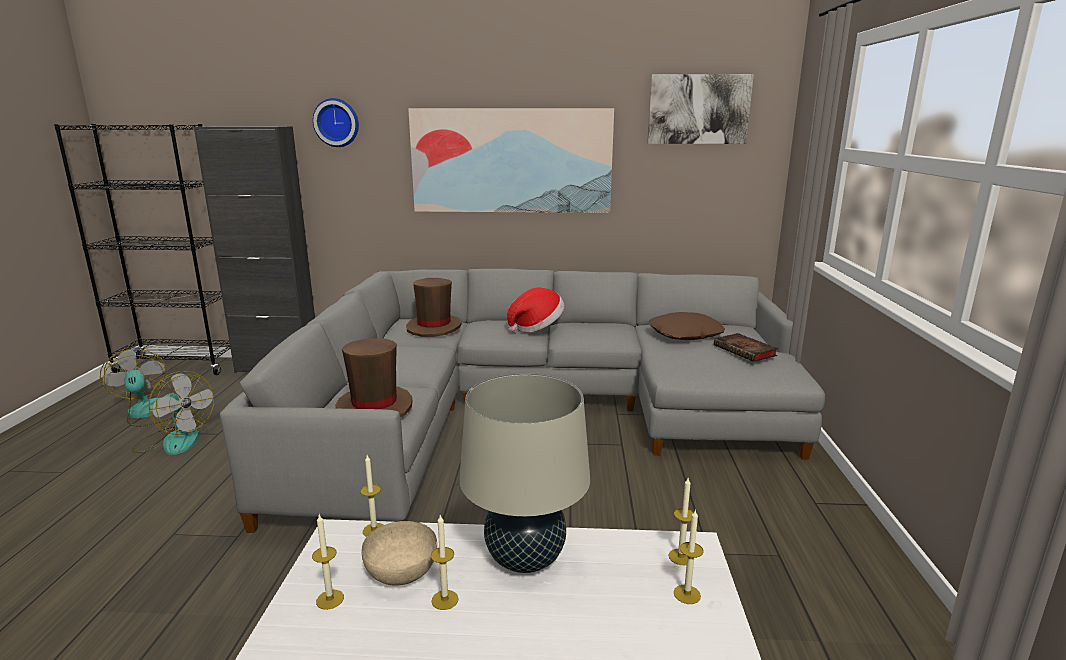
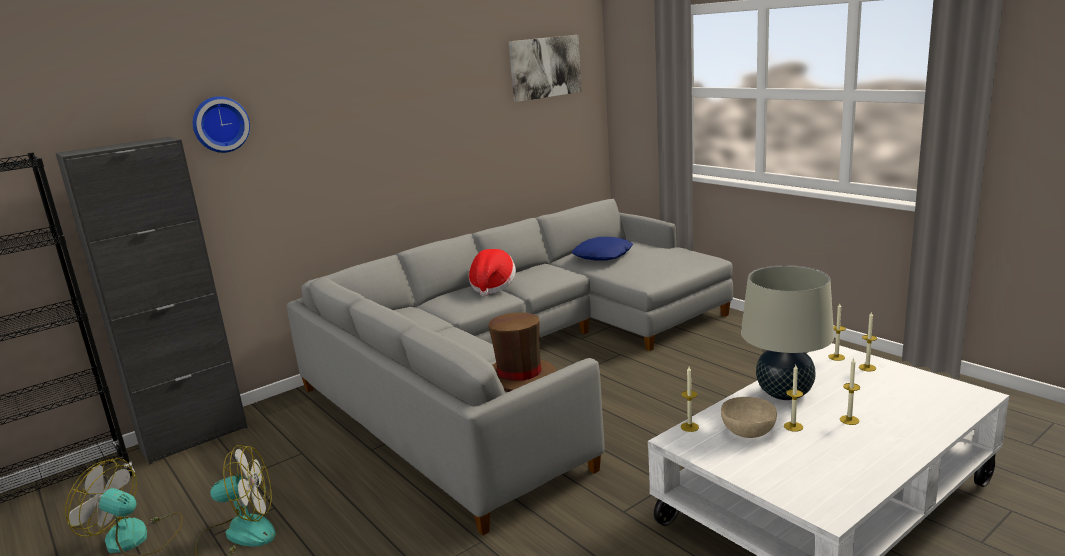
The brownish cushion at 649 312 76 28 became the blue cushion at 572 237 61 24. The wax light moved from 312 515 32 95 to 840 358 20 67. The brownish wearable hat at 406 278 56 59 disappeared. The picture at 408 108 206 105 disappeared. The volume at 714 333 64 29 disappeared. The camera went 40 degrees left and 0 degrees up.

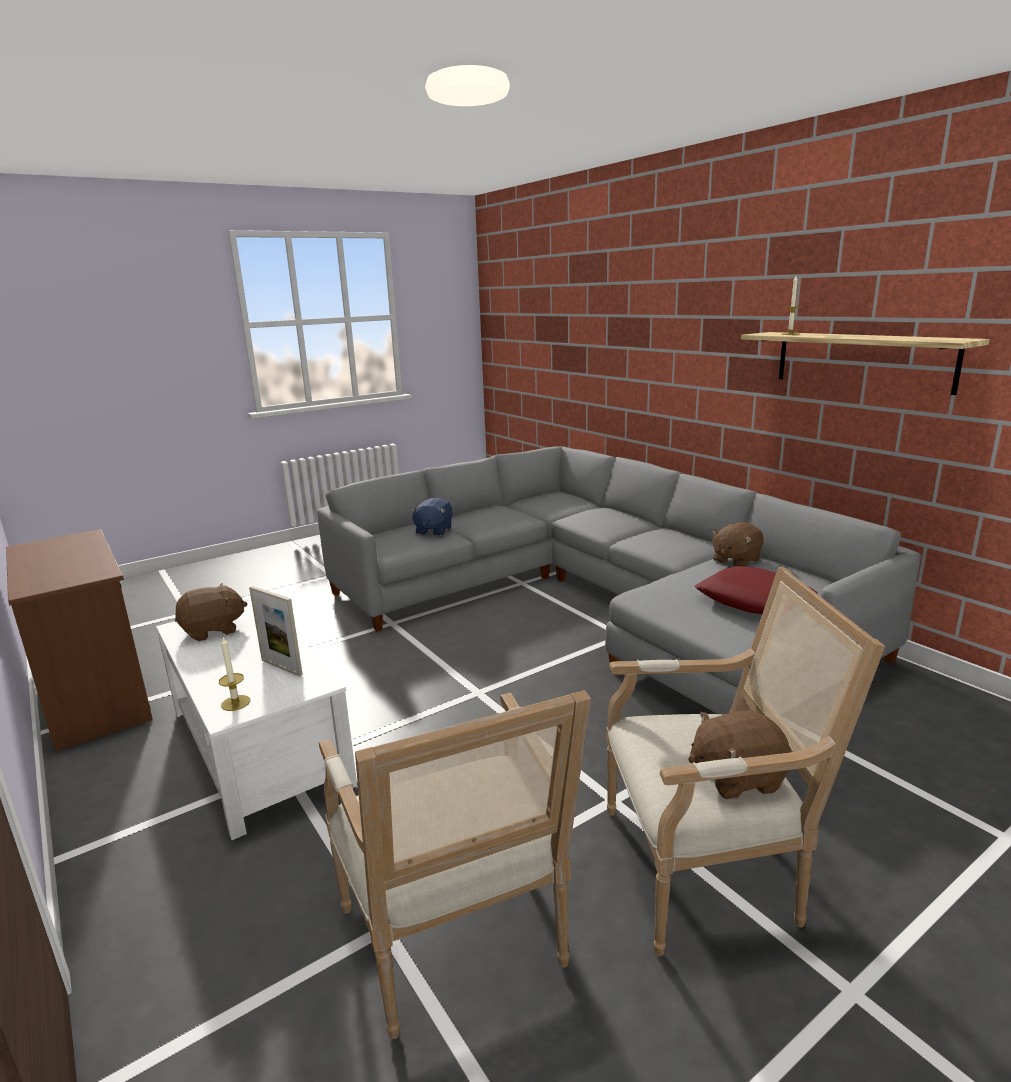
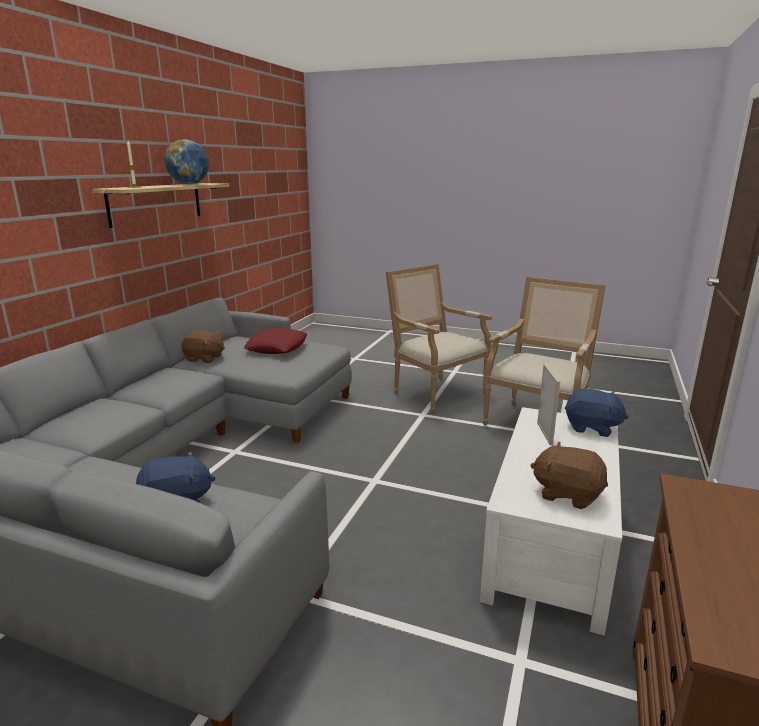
The desk globe at 164 139 45 46 appeared. The wax light at 219 637 31 74 was replaced by the blue cuddly toy at 565 388 64 49. The brownish cuddly toy at 688 710 104 90 disappeared. The camera went 125 degrees left and 0 degrees up.

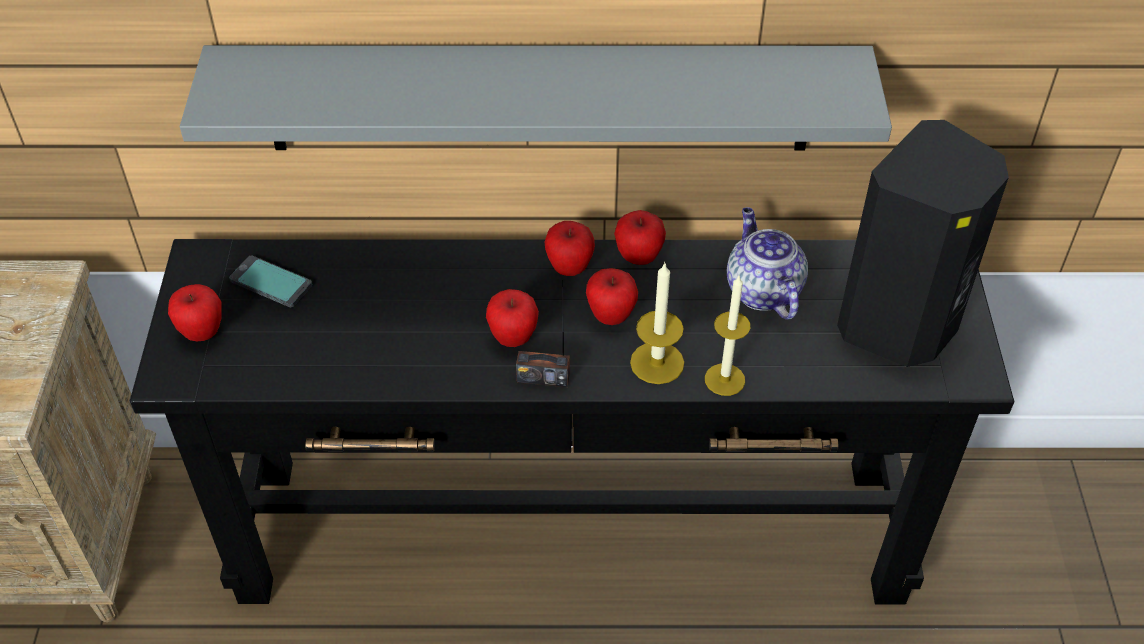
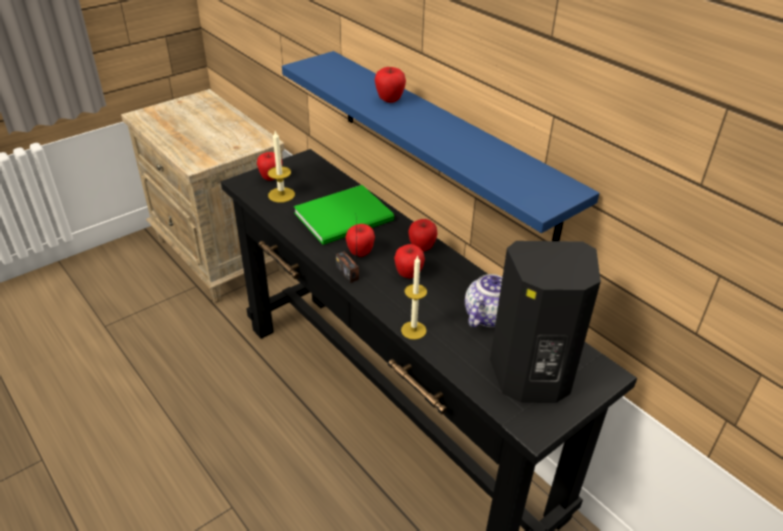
The wax light moved from 630 262 54 122 to 268 131 27 72. The grey shelf at 180 45 712 105 became the blue shelf at 282 51 318 190. The green-coloured volume at 294 185 100 60 appeared. The apple fruit moved from 614 210 52 55 to 374 67 32 36. The handset at 229 255 83 52 disappeared. The camera went 50 degrees right and 10 degrees down.

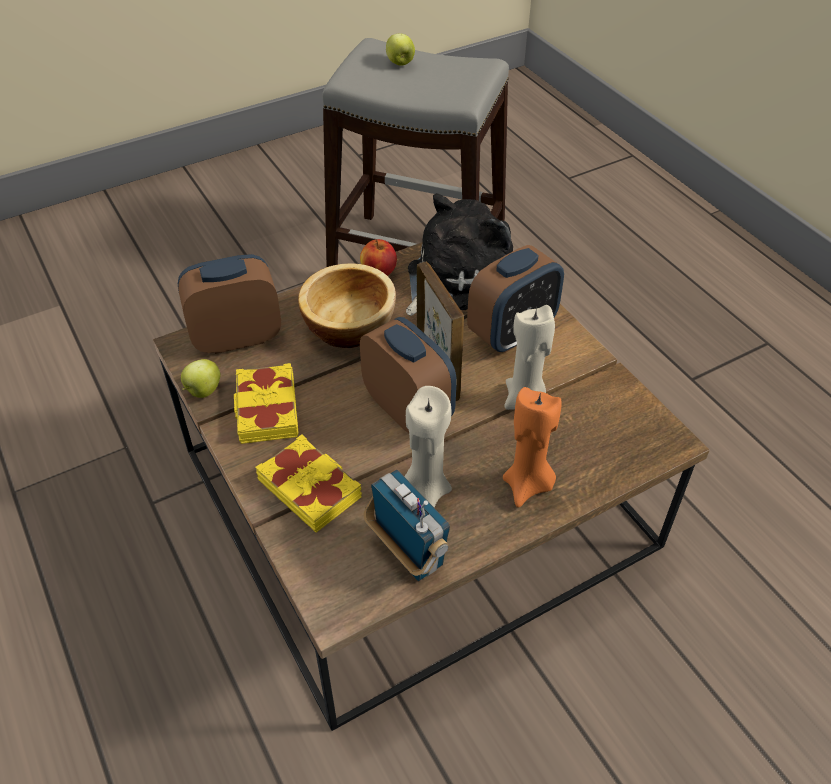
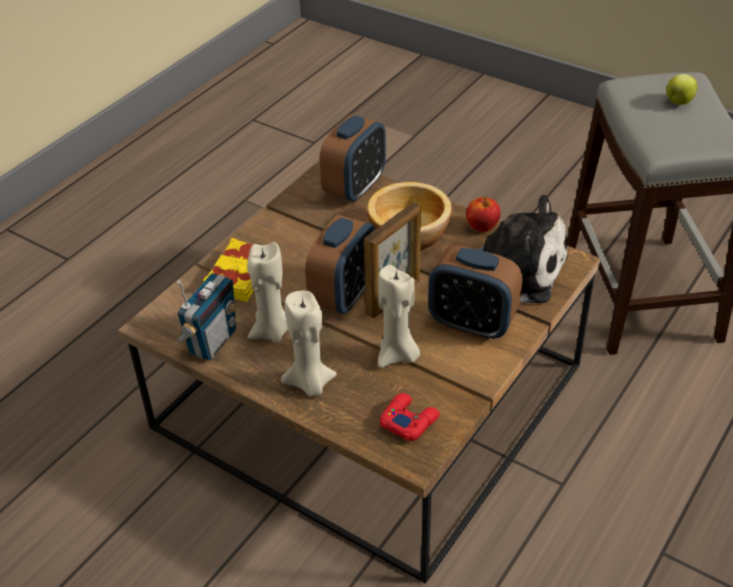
The orangey wax light at 503 387 59 121 became the sand-coloured wax light at 281 290 56 106. The alarm clock at 178 254 103 100 turned 75 degrees clockwise. The reddish joypad at 380 393 60 48 appeared. The apple fruit at 181 359 40 39 disappeared. The yellow volume at 234 363 65 81 disappeared. The camera went 65 degrees right and 5 degrees down.

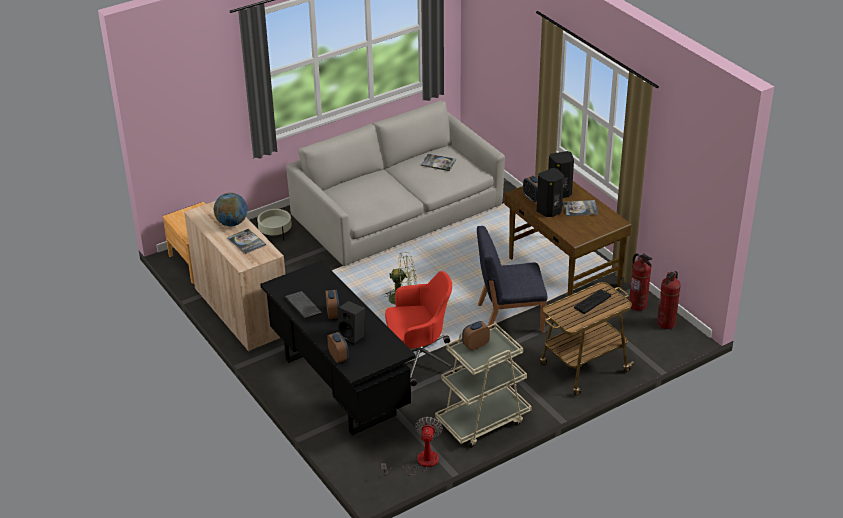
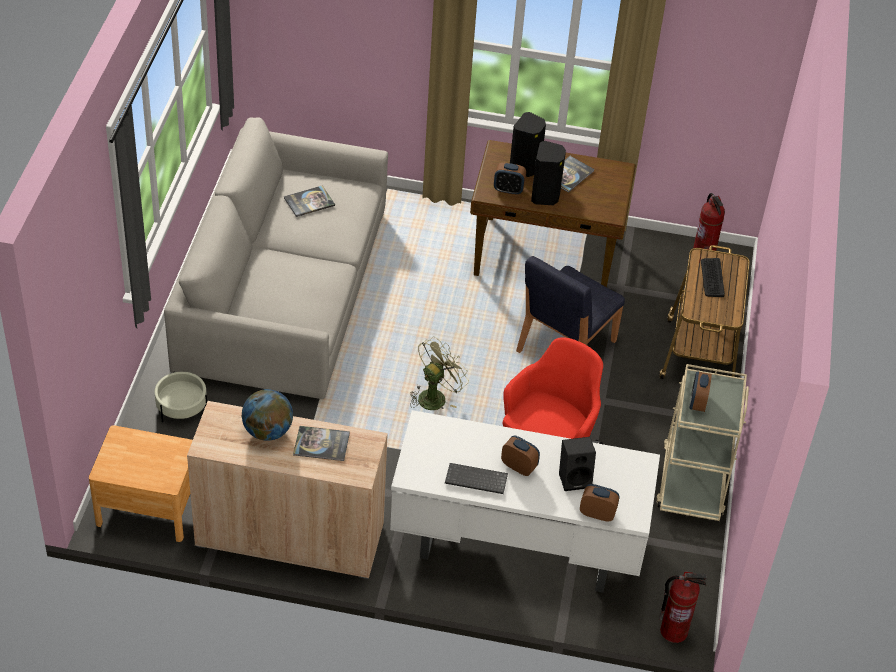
The black desk table at 260 260 156 176 became the white desk table at 390 410 270 183. The fire extinguisher moved from 629 253 23 58 to 659 572 48 71. The fan at 381 417 62 59 disappeared. The camera went 50 degrees left and 10 degrees up.

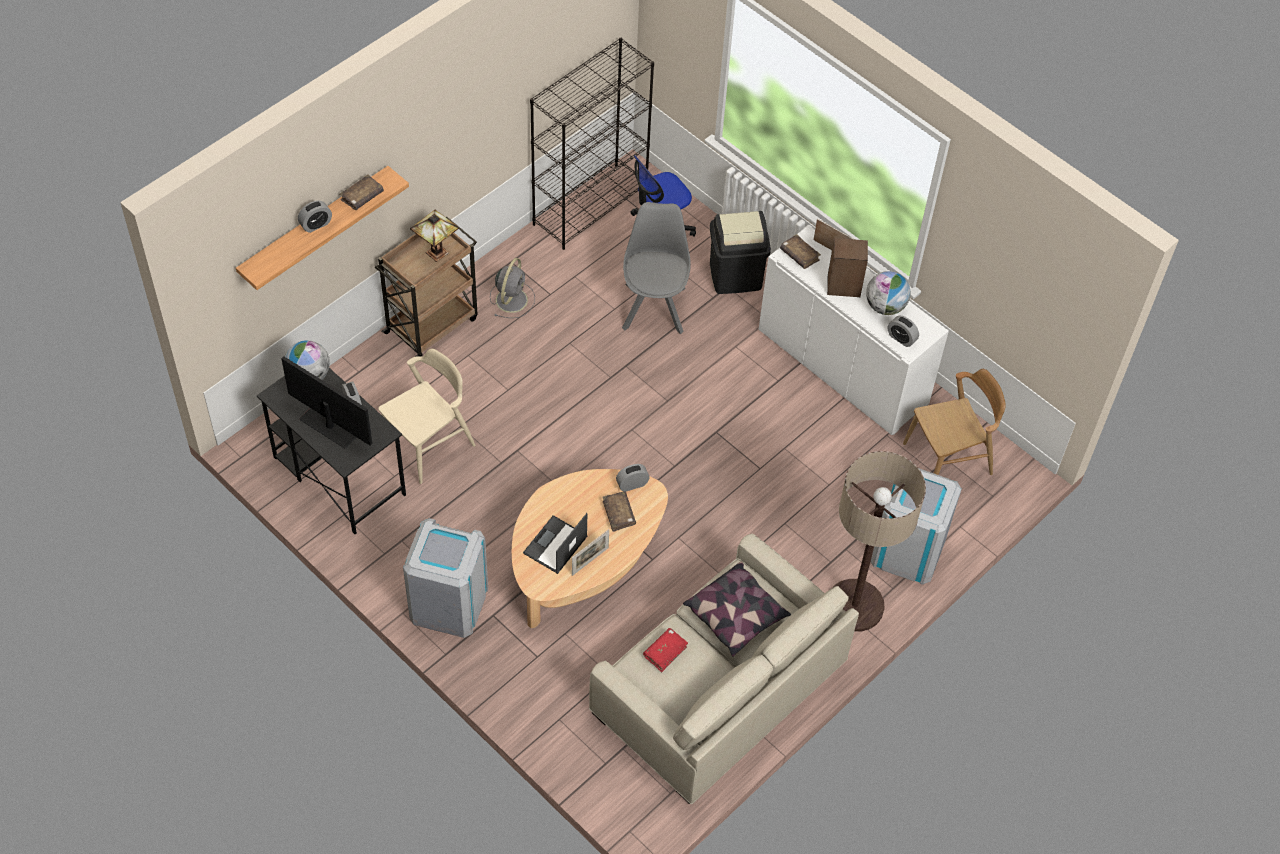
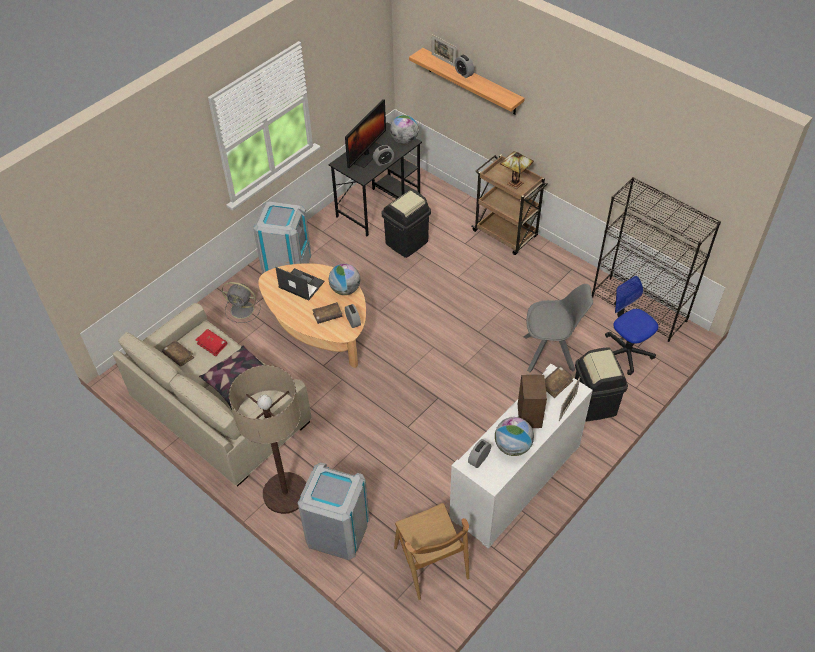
The brownish volume moved from 339 174 45 36 to 162 340 32 27. The grey fan moved from 490 258 45 60 to 222 282 39 41. The desk globe at 329 264 31 31 appeared. The sand-coloured chair at 378 349 98 135 was replaced by the black rubbish bin at 382 190 49 68. The photo frame moved from 572 529 37 47 to 432 35 25 32. The camera went 90 degrees right and 5 degrees down.

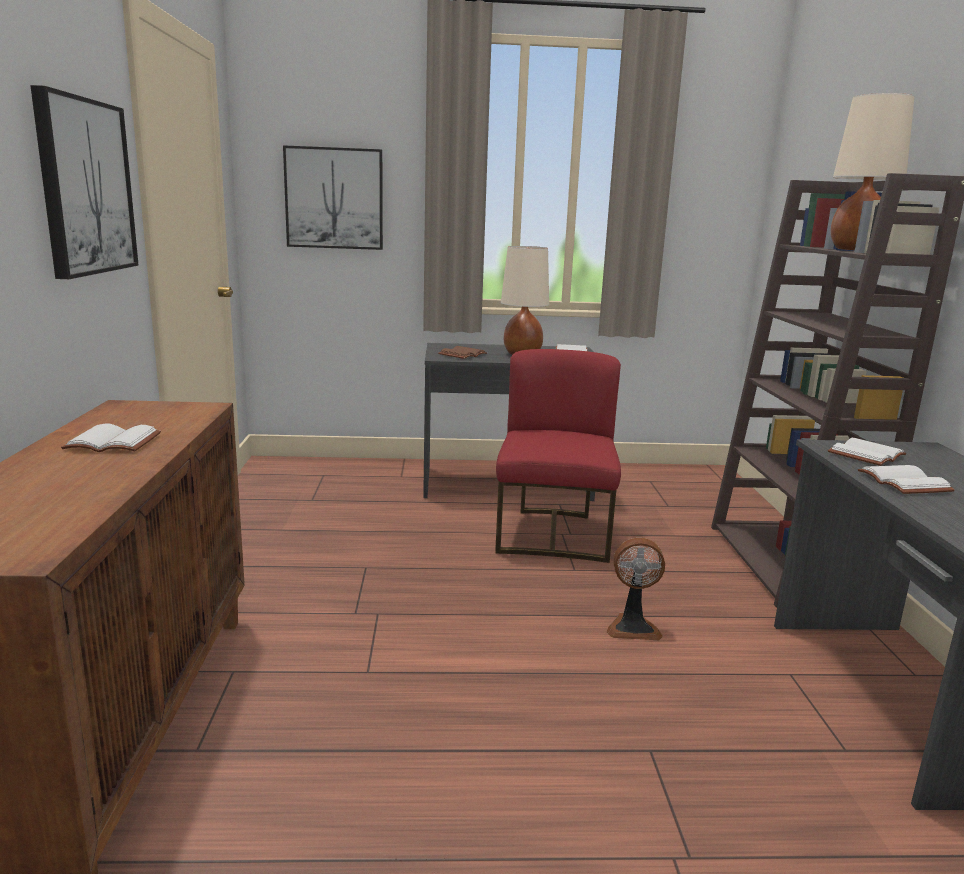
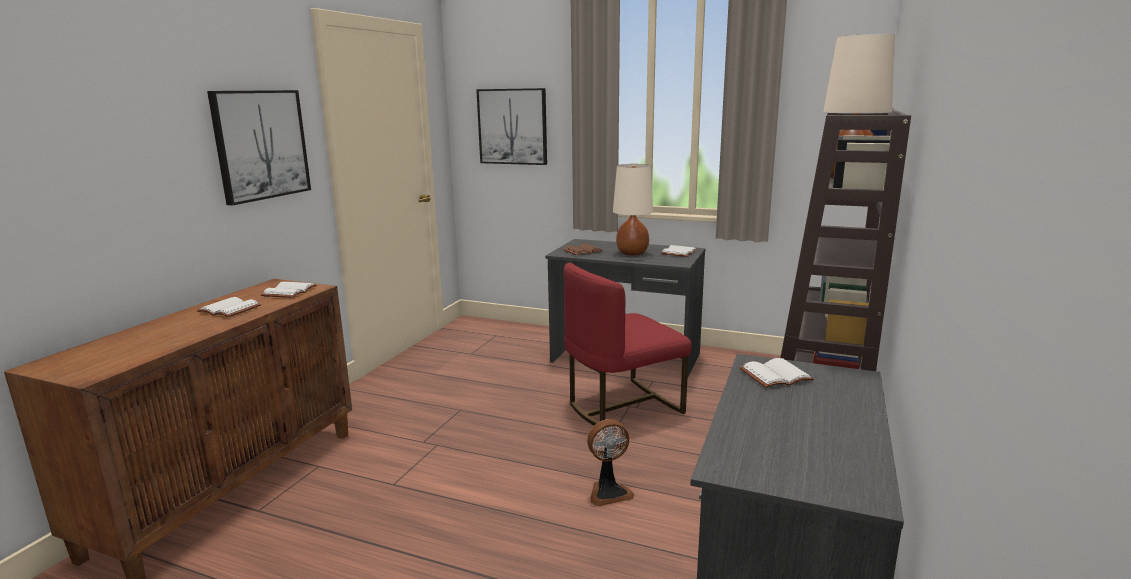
The white volume moved from 858 465 97 29 to 261 282 56 16. The reddish chair at 495 349 126 214 turned 150 degrees counterclockwise. The fan at 607 538 58 102 turned 45 degrees counterclockwise. The camera went 25 degrees right and 0 degrees up.

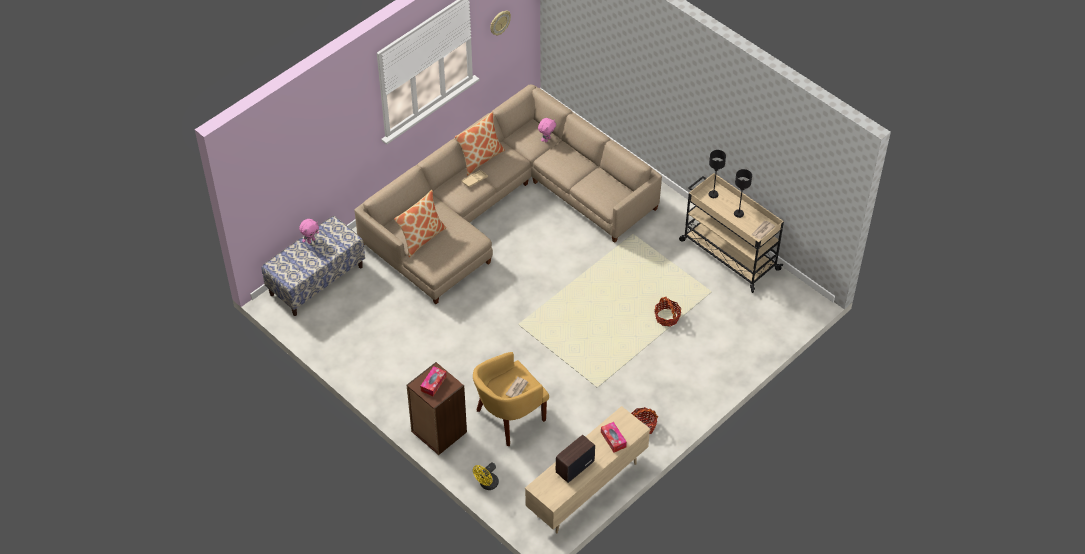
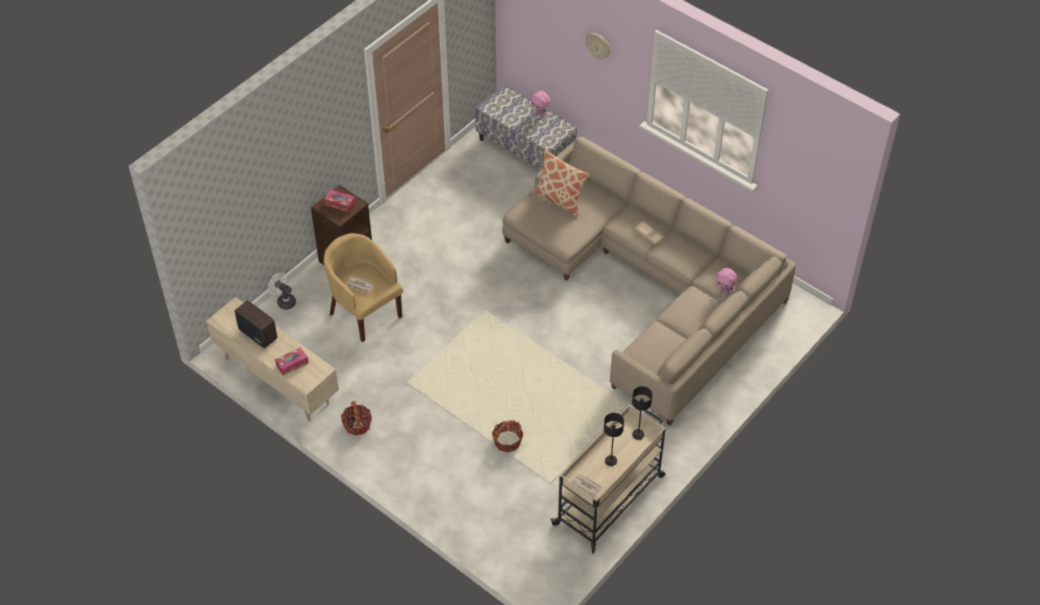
The yellow fan at 473 463 26 27 became the white fan at 268 273 28 37. The clock on the wall moved from 490 11 21 24 to 585 33 25 27. The cushion at 455 112 50 64 disappeared. The camera went 85 degrees right and 0 degrees up.

